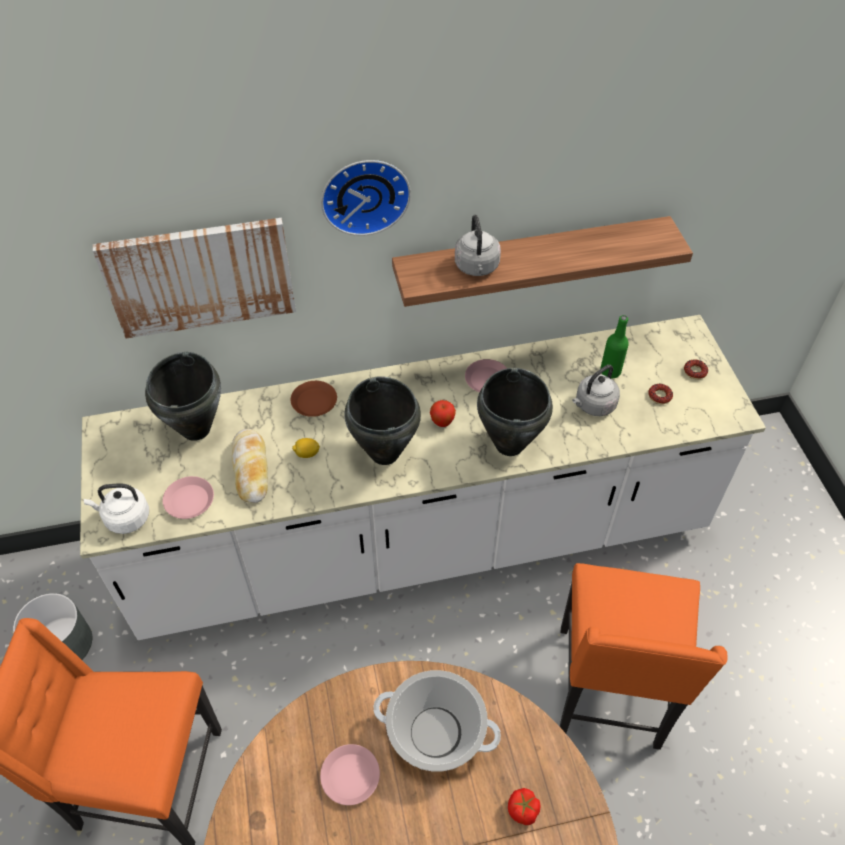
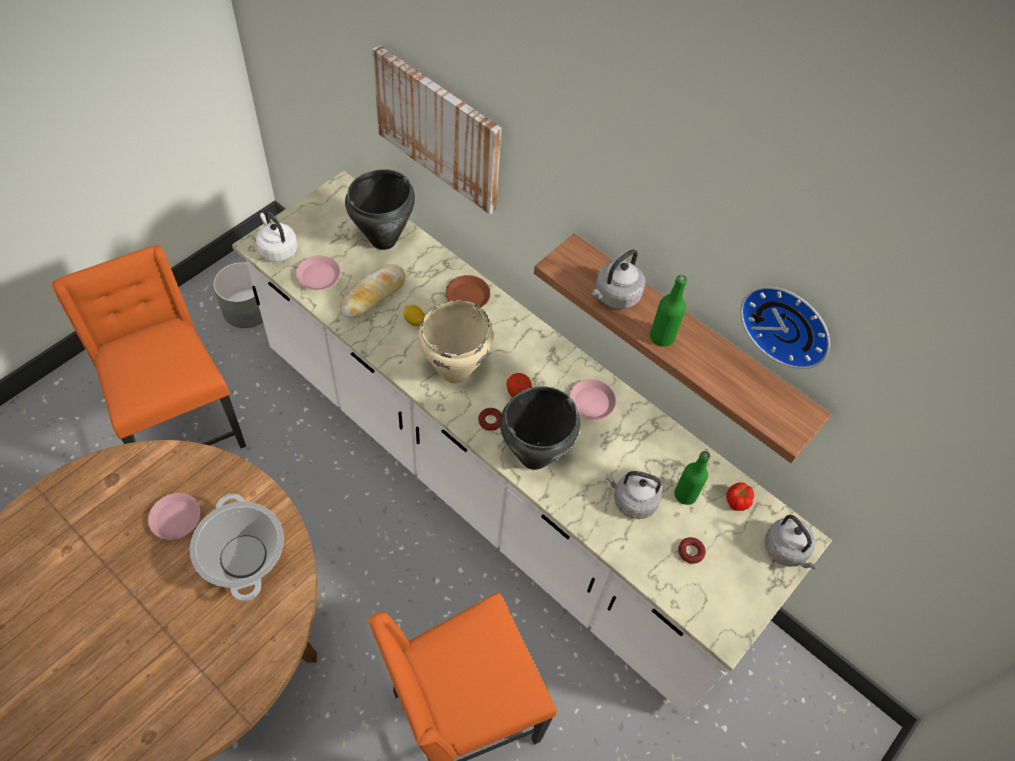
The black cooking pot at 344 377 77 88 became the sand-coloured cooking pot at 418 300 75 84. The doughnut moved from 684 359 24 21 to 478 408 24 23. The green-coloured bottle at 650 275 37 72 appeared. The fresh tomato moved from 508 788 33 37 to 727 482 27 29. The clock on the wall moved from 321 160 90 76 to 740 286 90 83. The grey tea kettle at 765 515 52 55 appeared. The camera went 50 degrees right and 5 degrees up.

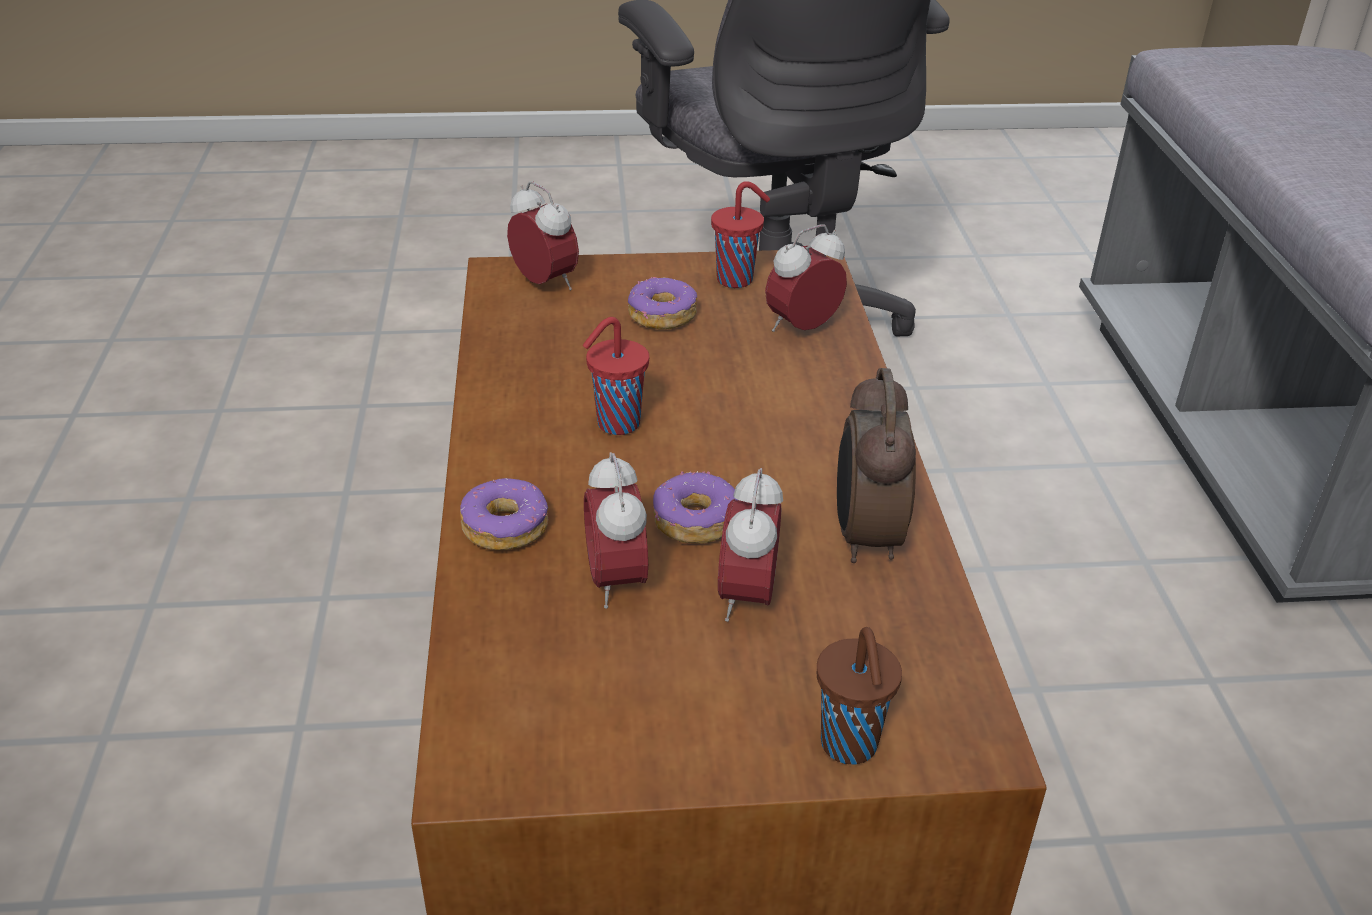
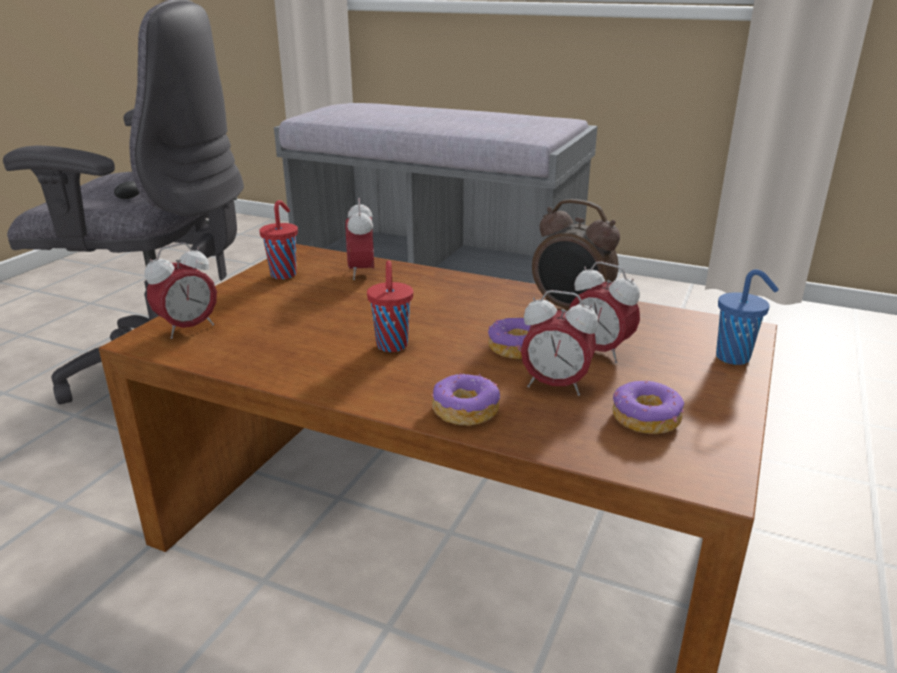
The alarm clock at 507 181 72 109 turned 150 degrees clockwise. The doughnut moved from 628 277 69 53 to 612 381 72 53. The brownish cup at 817 627 85 138 became the blue cup at 716 269 63 96. The camera went 60 degrees left and 10 degrees down.

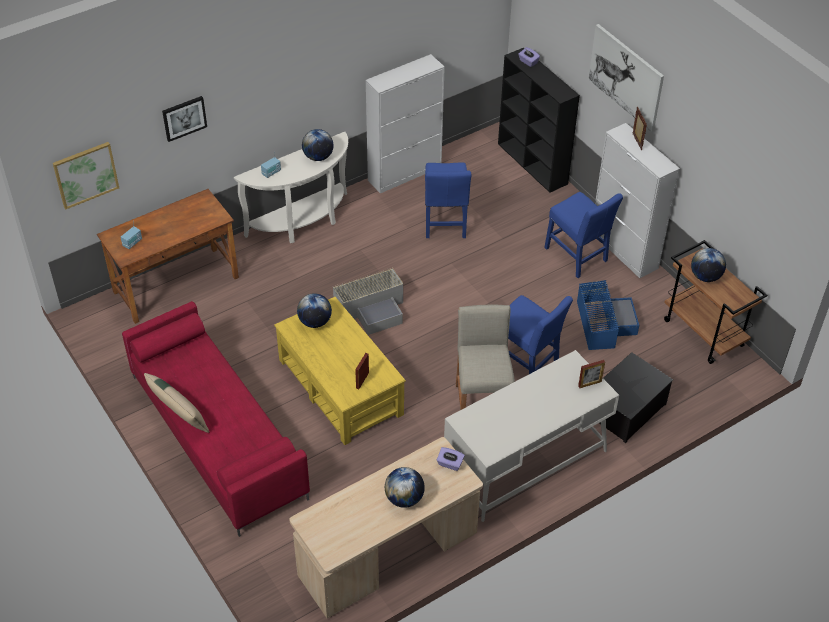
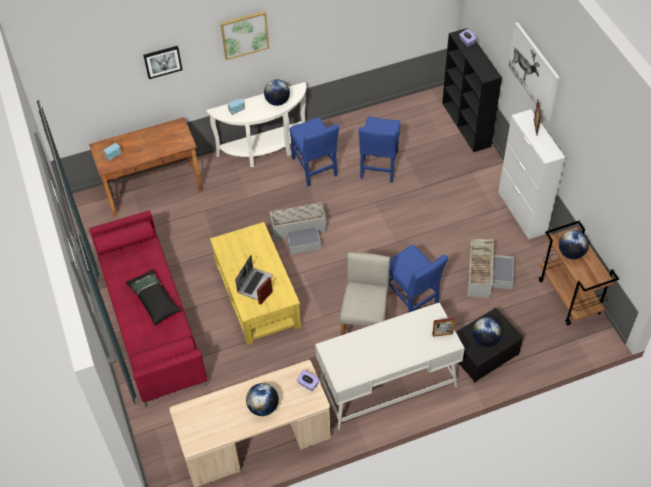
The black cushion at 125 269 57 57 appeared. The picture moved from 53 142 66 67 to 220 11 49 49. The portable computer at 235 255 38 45 appeared. The blue chair moved from 544 192 79 86 to 290 117 49 70. The blue storage box at 577 280 62 70 became the grey storage box at 467 239 47 59. The desk globe moved from 297 293 35 35 to 472 317 30 30. The sand-coloured cushion at 144 373 65 60 disappeared. The white cupboard at 366 54 79 140 disappeared. The camera went 15 degrees right and 5 degrees up.

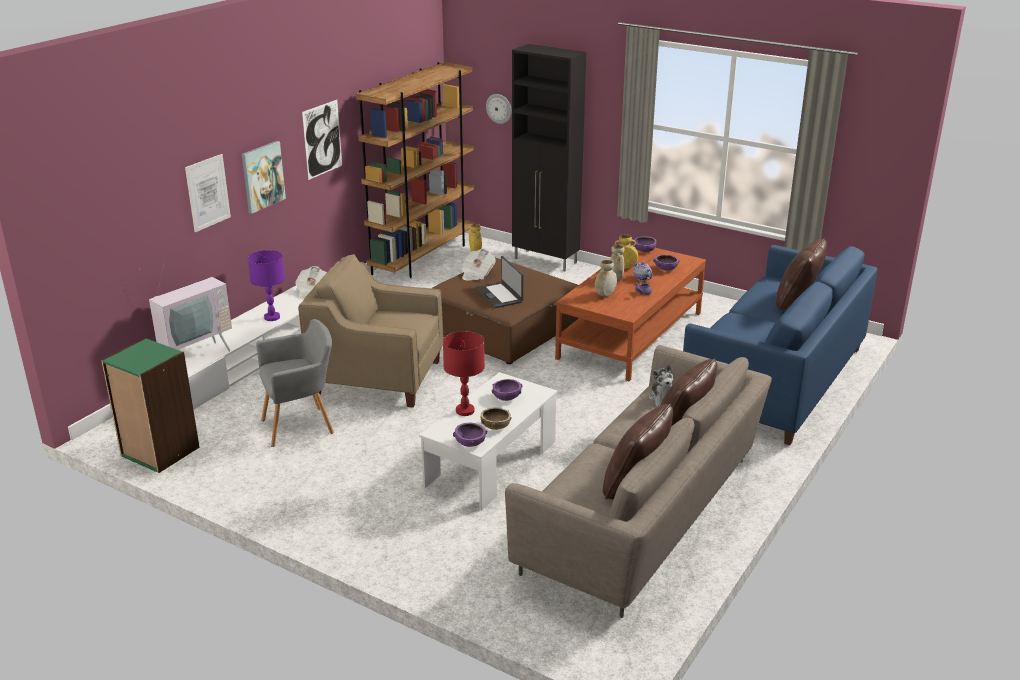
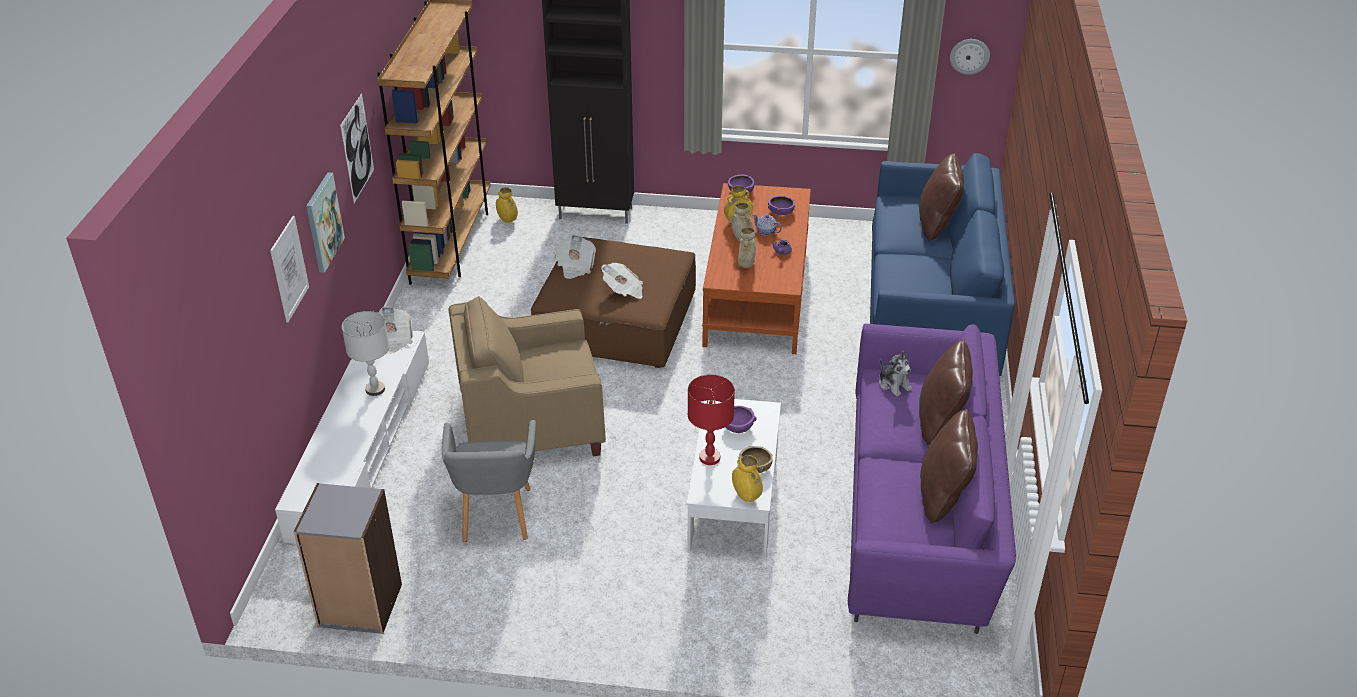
The green-coloured shelving unit at 101 338 98 135 became the grey shelving unit at 294 483 108 151. The purplish tabletop lamp at 248 250 37 71 became the grey tabletop lamp at 342 311 48 85. The grey lounge chair at 256 319 78 128 turned 135 degrees clockwise. The portable computer at 475 256 48 52 was replaced by the daily paper at 601 263 42 36. The purplish serving bowl at 453 423 34 24 was replaced by the yellow decorative vase at 732 455 31 47. The sand-coloured couch at 505 345 267 273 became the purplish couch at 848 324 168 310. The clock on the wall moved from 486 94 26 30 to 950 39 40 36. The television at 139 262 93 90 disappeared. The camera went 25 degrees left and 10 degrees up.

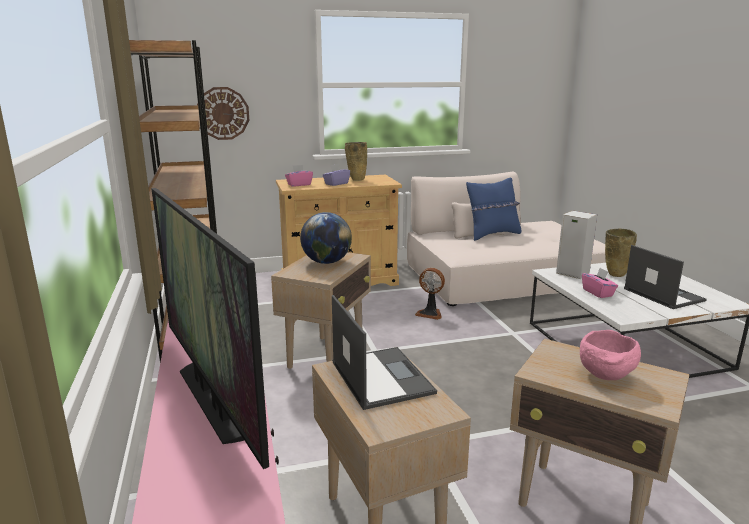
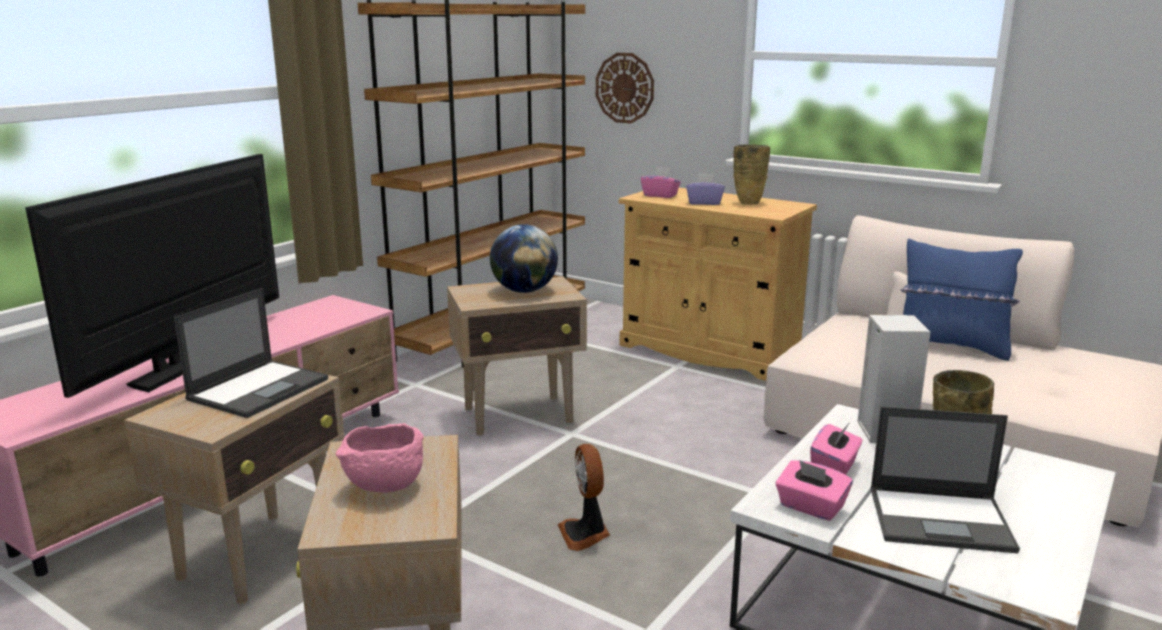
The fan moved from 415 268 30 52 to 558 444 52 107. The pink tissue holder at 776 460 77 61 appeared. The portable computer at 624 245 83 64 turned 75 degrees clockwise. The camera went 50 degrees right and 0 degrees up.

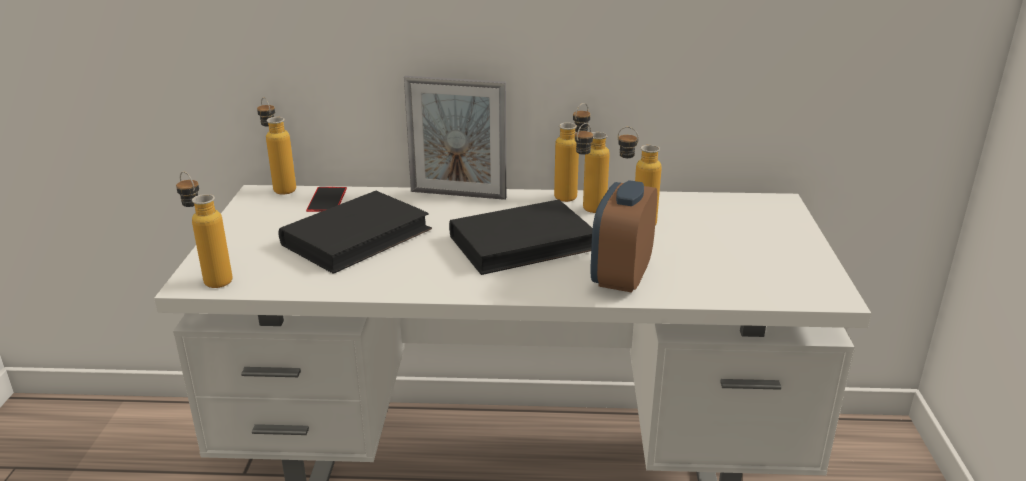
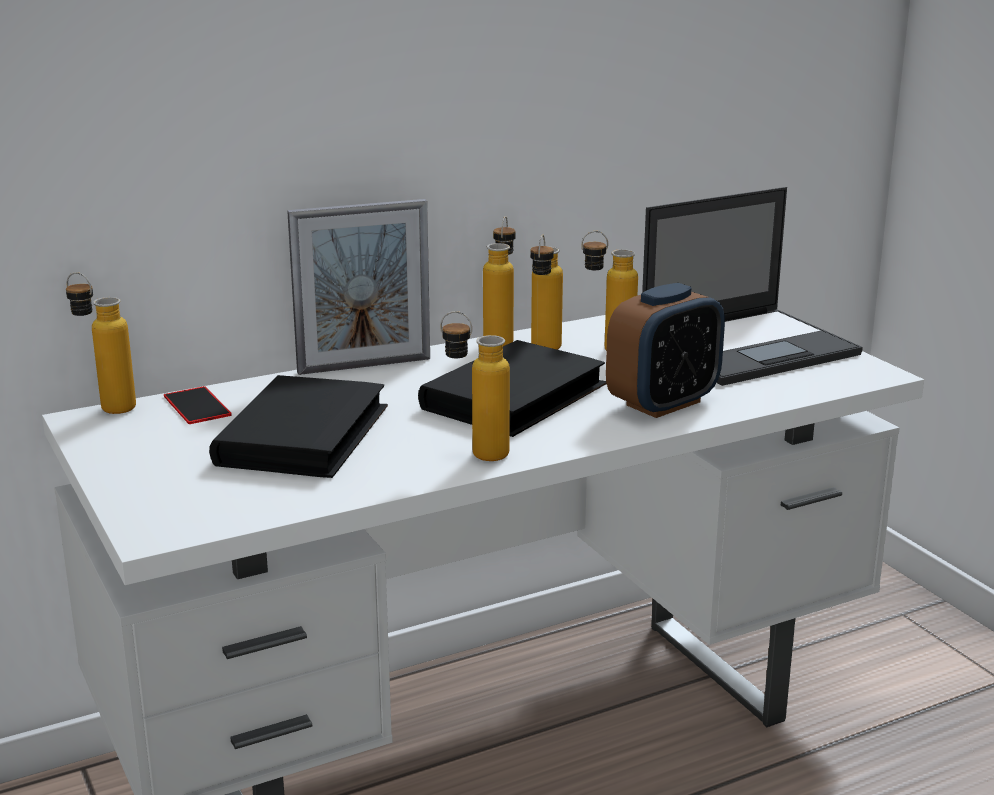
The bottle moved from 176 171 57 117 to 440 311 70 150. The alarm clock at 590 180 67 113 turned 120 degrees counterclockwise. The portable computer at 642 187 221 199 appeared. The camera went 30 degrees left and 5 degrees down.

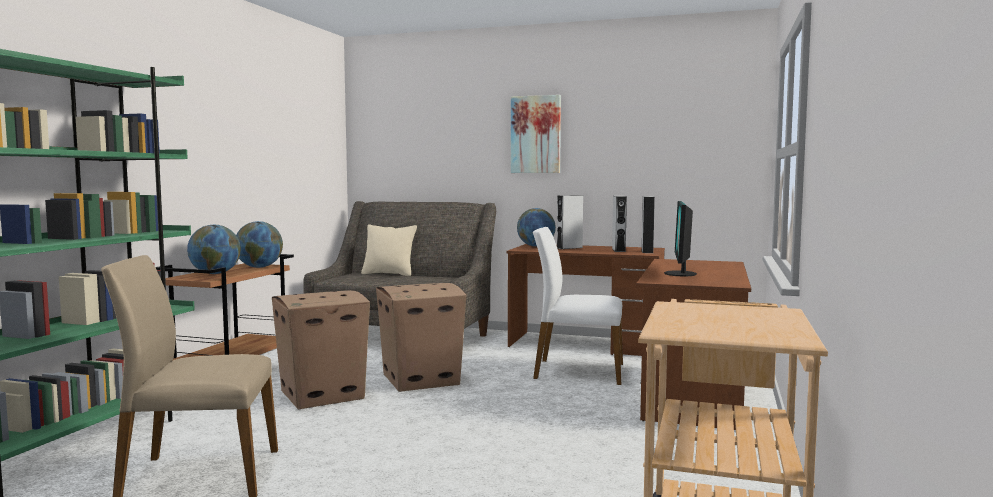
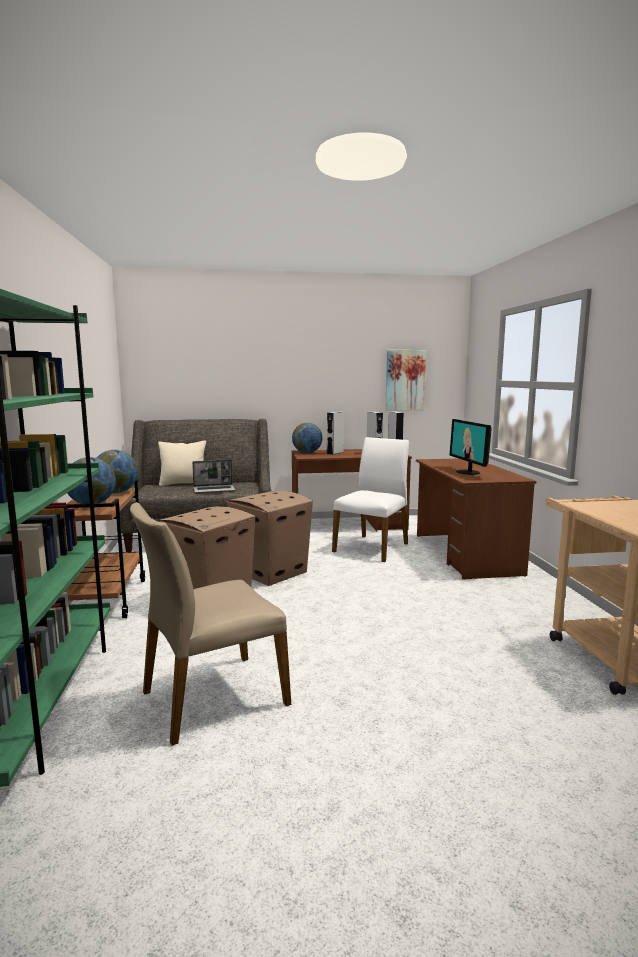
The portable computer at 192 460 43 34 appeared. The white chair at 533 227 90 158 turned 135 degrees clockwise. The picture moved from 511 95 50 78 to 386 350 40 61. The camera went 25 degrees left and 5 degrees up.

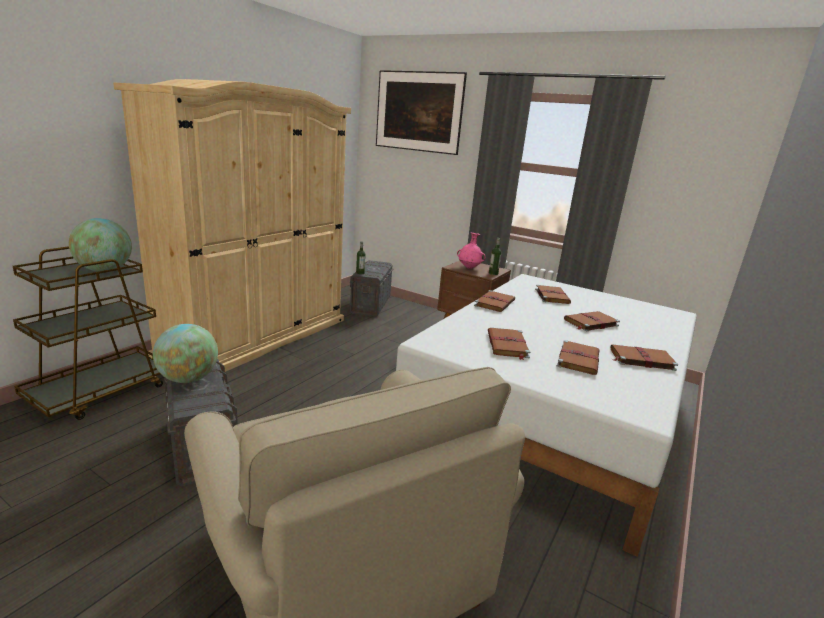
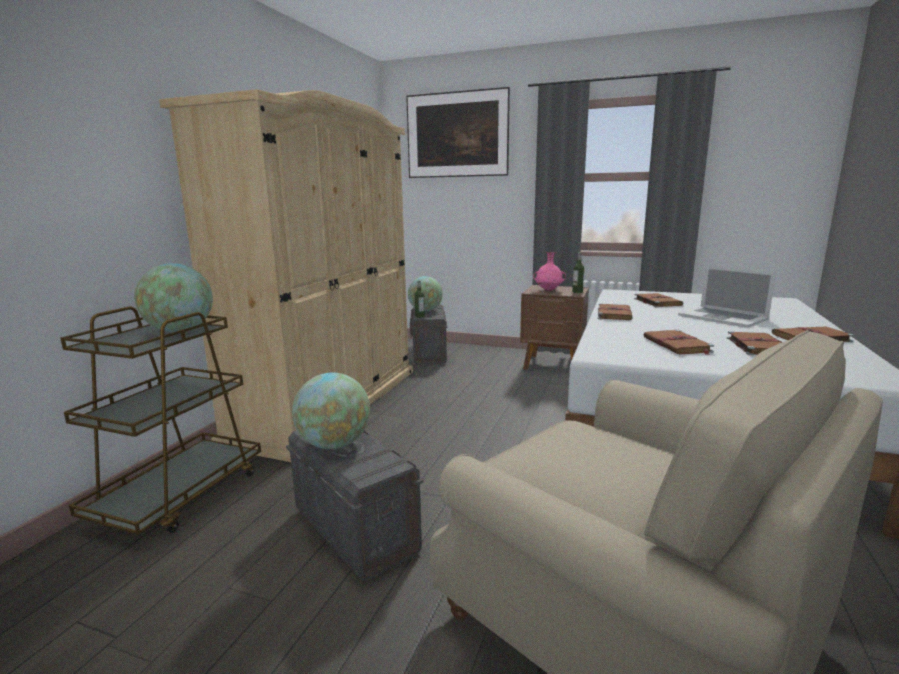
The desk globe at 408 276 35 35 appeared. The brownish volume at 564 311 56 20 was replaced by the portable computer at 678 266 98 62. The camera went 10 degrees left and 5 degrees down.

